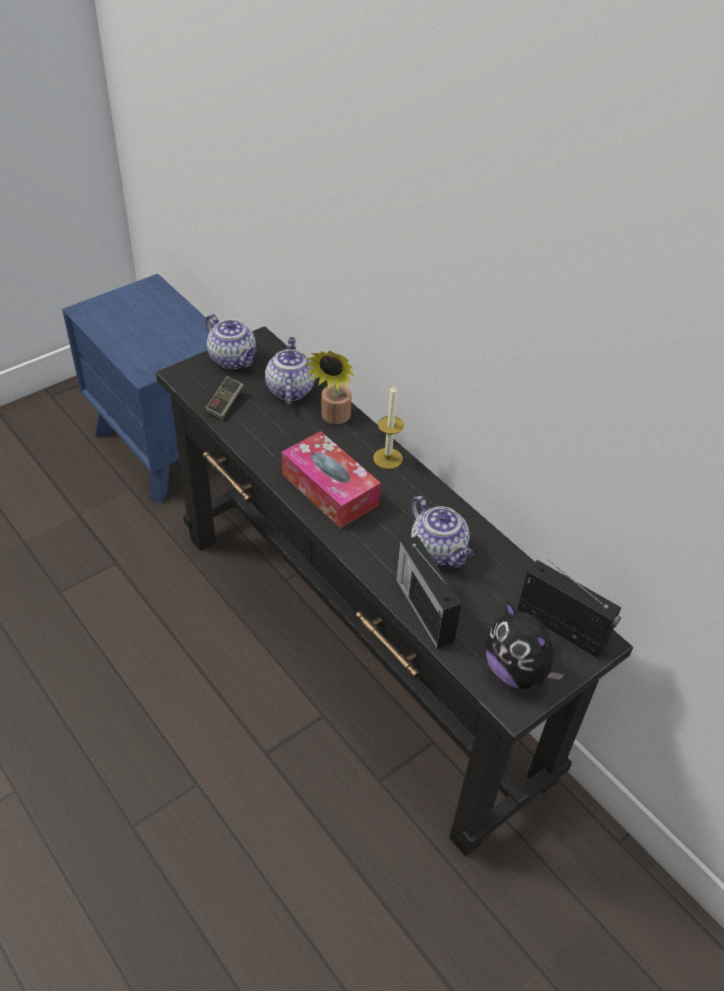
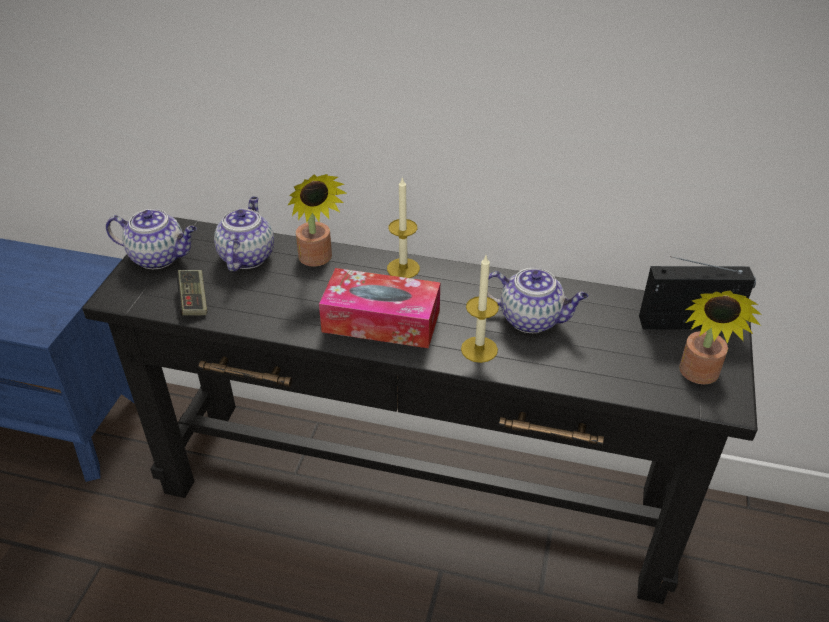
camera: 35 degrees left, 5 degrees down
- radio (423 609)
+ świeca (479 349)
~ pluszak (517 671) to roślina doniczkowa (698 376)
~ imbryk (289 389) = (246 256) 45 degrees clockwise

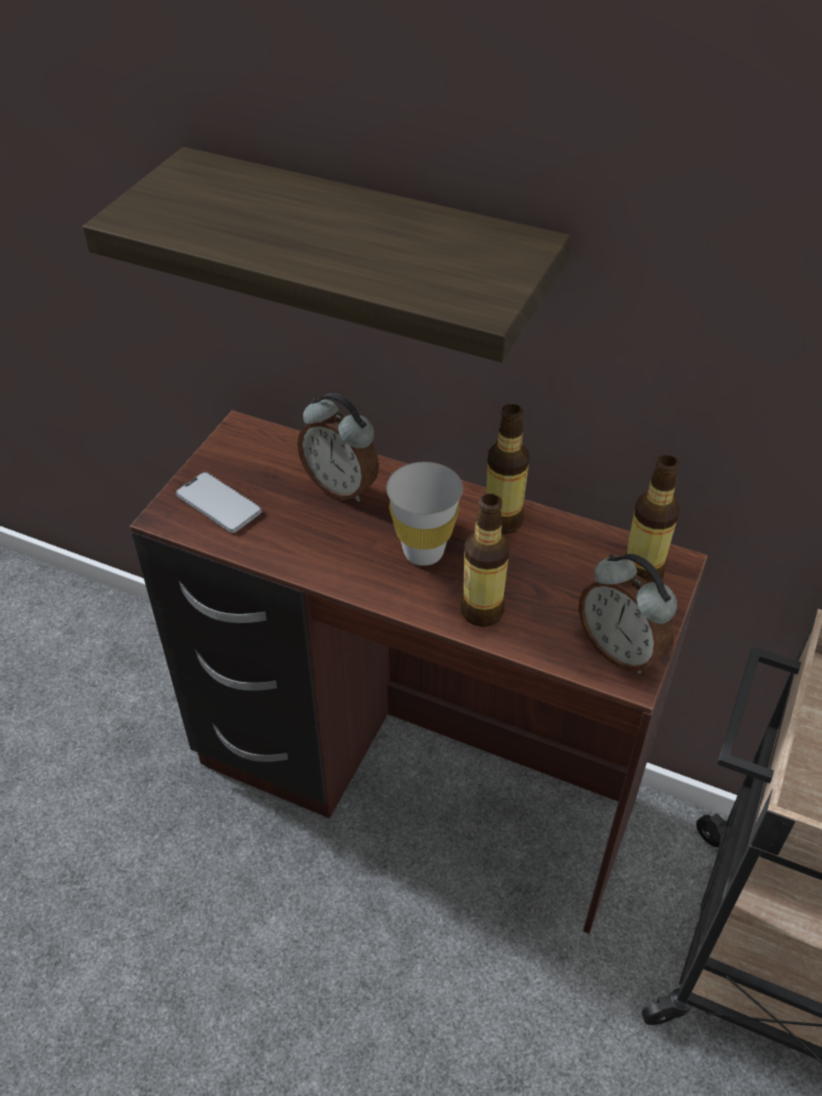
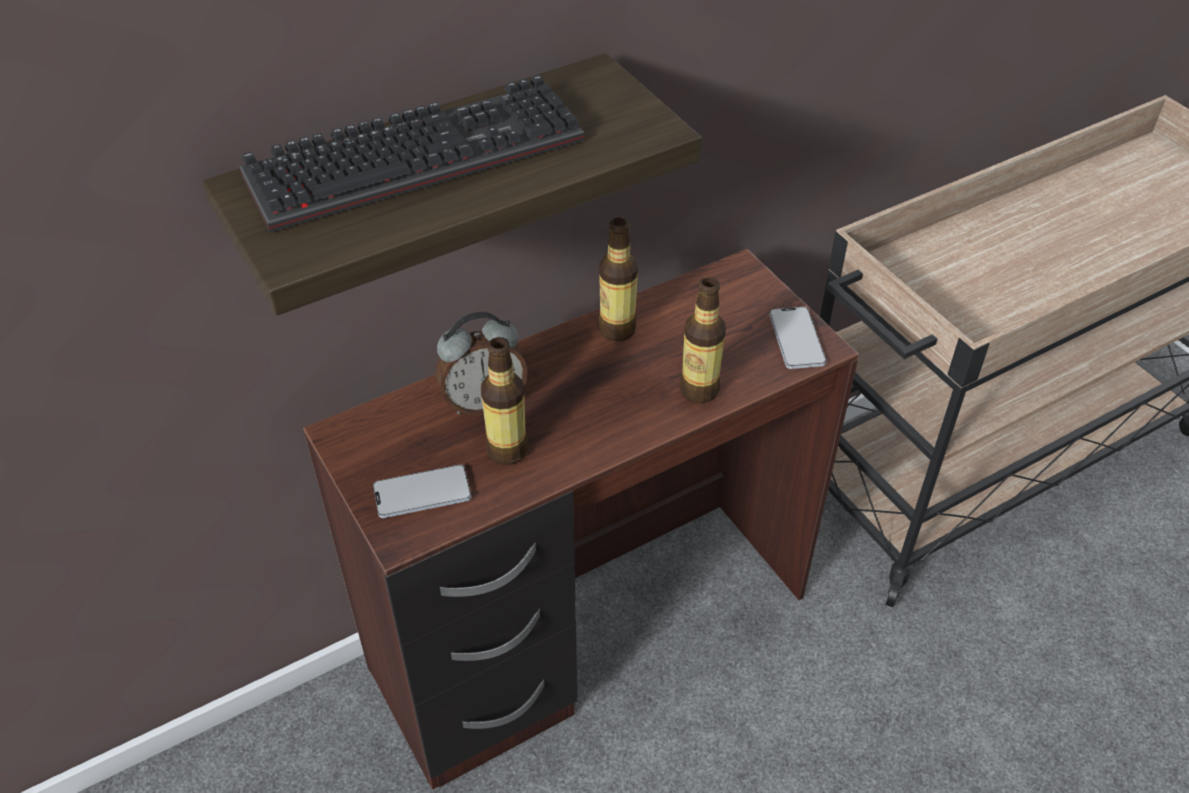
camera: 55 degrees left, 0 degrees up
- filiżanka (biały) (423 552)
+ klawiatura (419 154)
~ butelka (642 573) to (507 450)
~ budzik (620 650) to telefon (796 339)

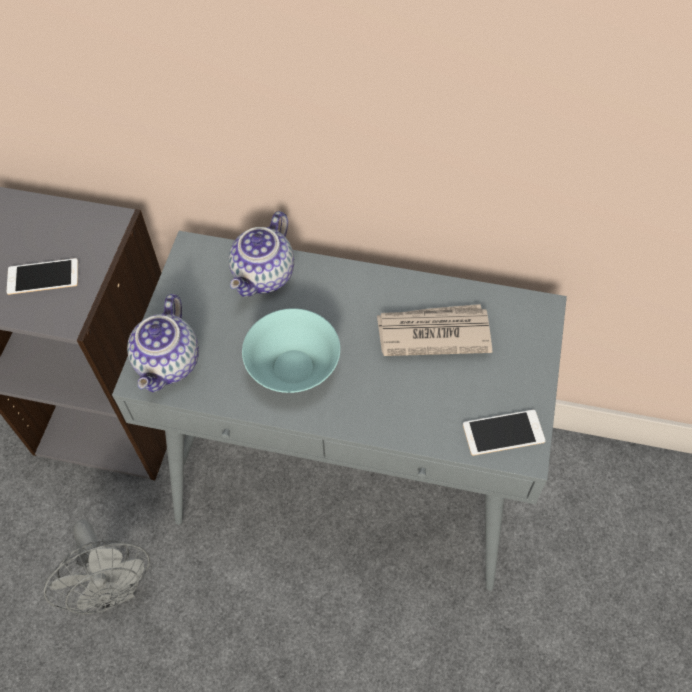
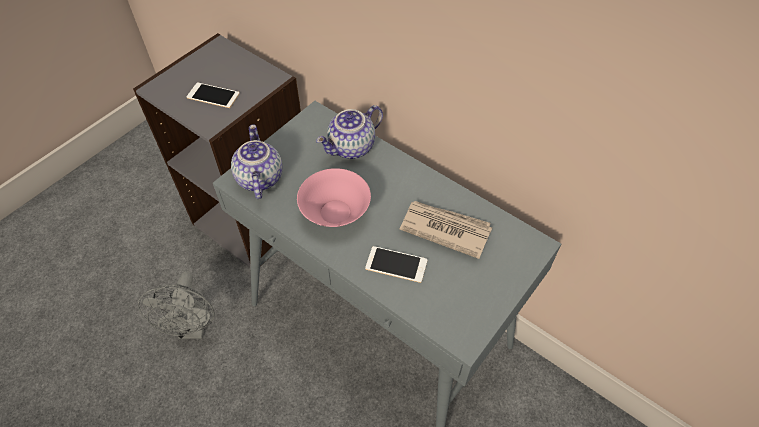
camera: 25 degrees right, 5 degrees down
~ telefon (503 433) to (396 264)
~ miska (turkusowy) (293 366) to miska (różowy) (335 212)
~ imbryk (170 364) = (258 178) 135 degrees clockwise

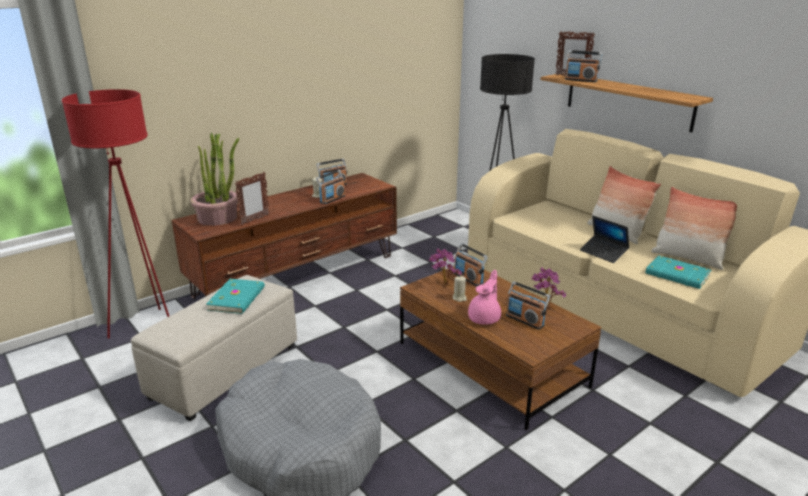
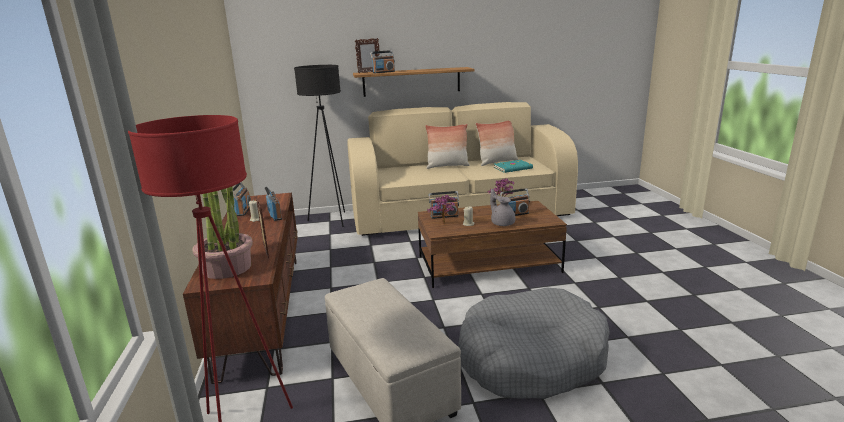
camera: 60 degrees left, 5 degrees down
- książka (turkusowy) (238 298)
- laptop (603 253)
~ imbryk (różowy) (485 318) to imbryk (szary) (502 223)

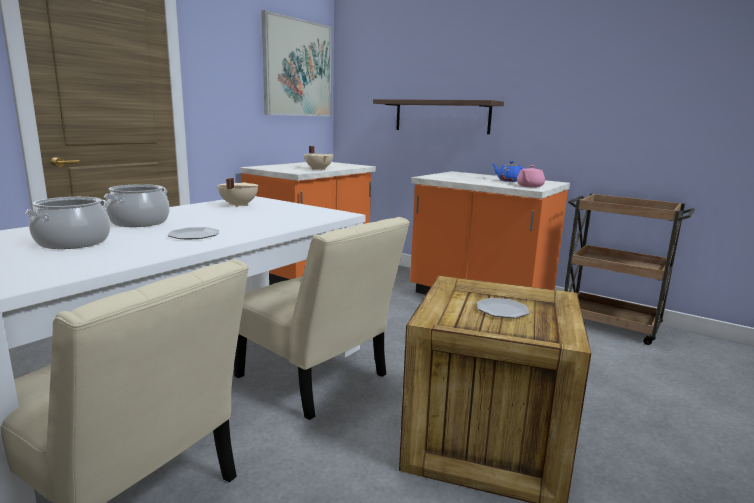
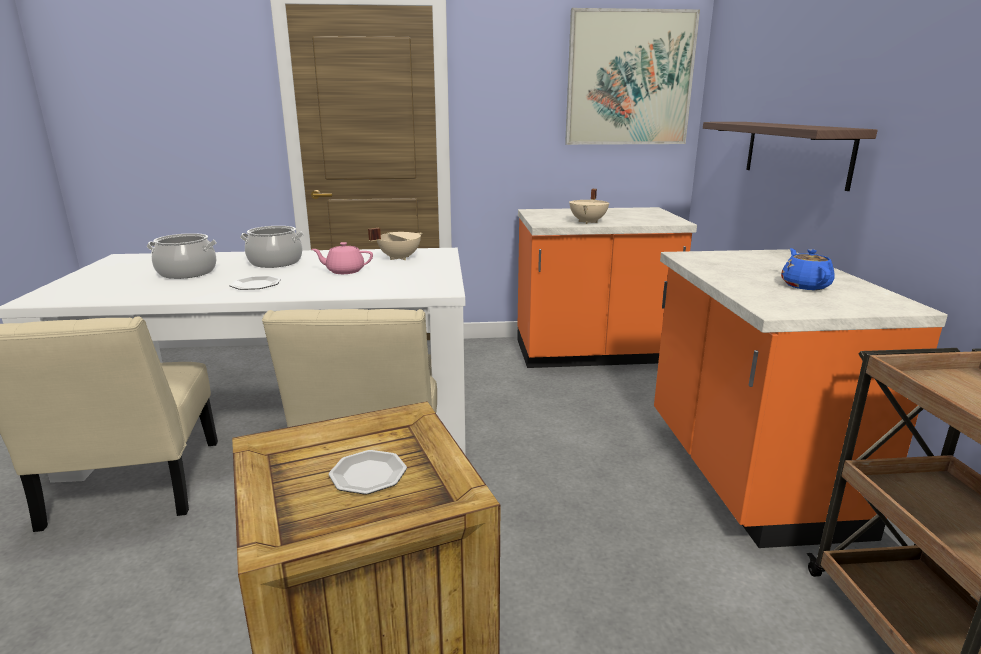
camera: 50 degrees right, 5 degrees up
~ imbryk (różowy) (529 186) to (344 271)

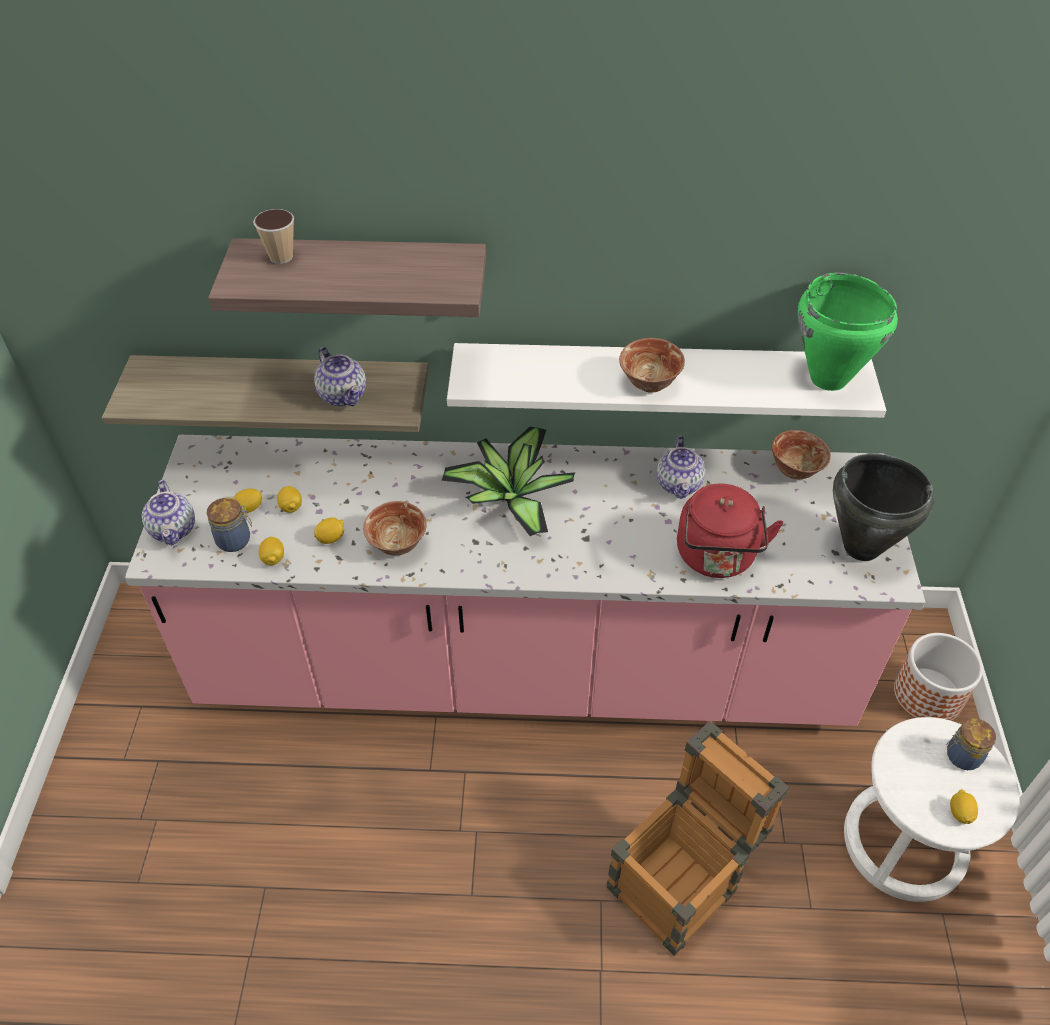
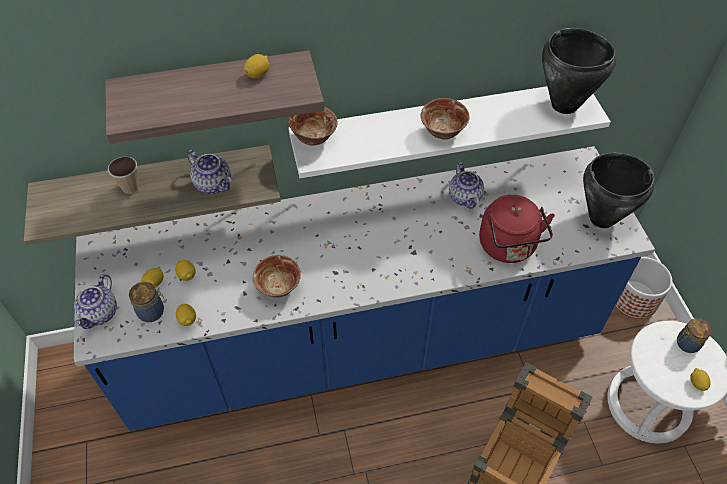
camera: 15 degrees left, 5 degrees up
- roślina doniczkowa (510 497)
~ filiżanka (281 257) to (130 187)
~ cytryna (331 538) to (258 74)
~ miska (795 470) to (313 138)
~ zabudowa kuchenna (różowy) (525 667) to zabudowa kuchenna (niebieski) (363 343)
~ garnek (zielony) (828 379) to garnek (czarny) (564 105)
~ imbryk (174 529) = (100 313) 45 degrees clockwise

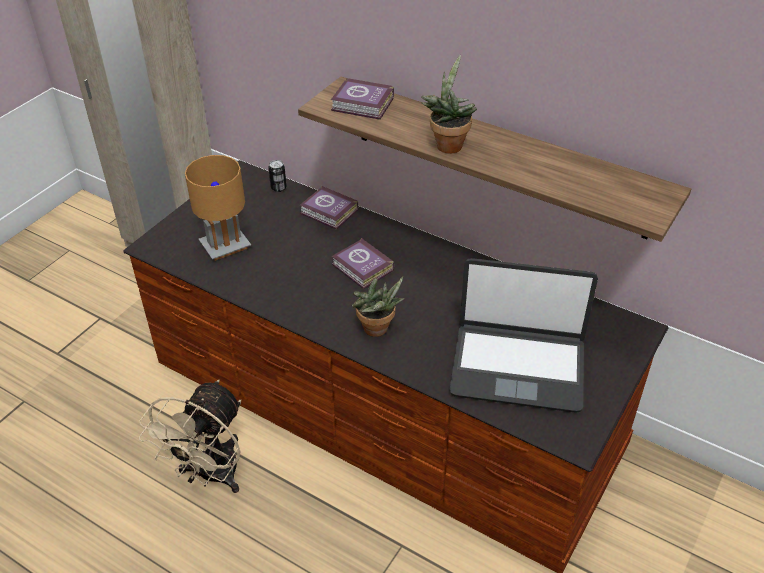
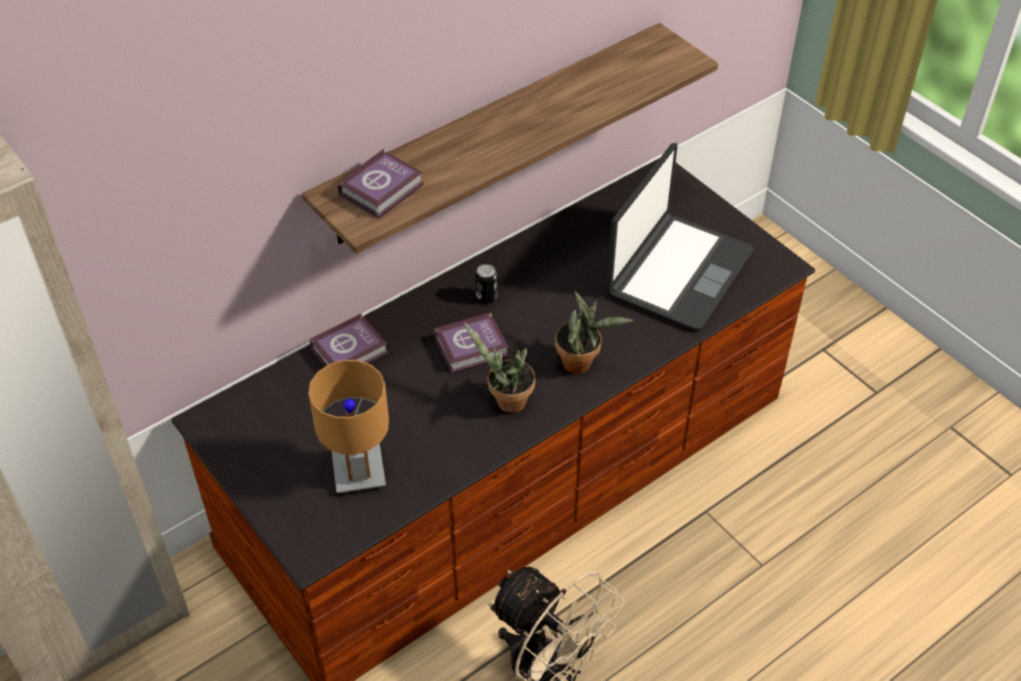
camera: 70 degrees left, 5 degrees up
~ puszka (278 187) to (486 297)
~ roślina doniczkowa (447 144) to (506 402)

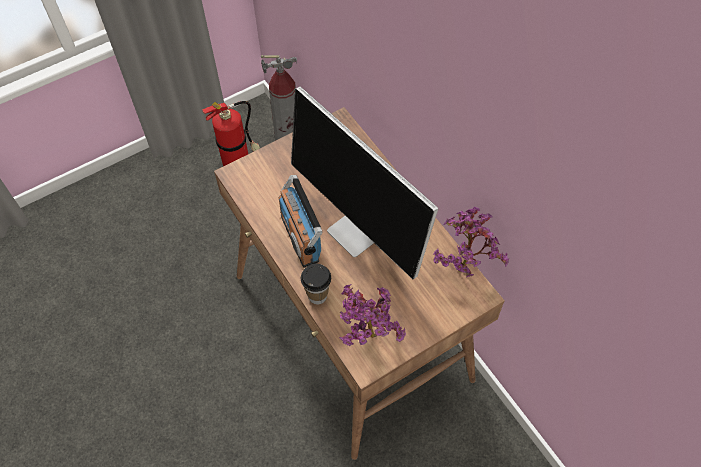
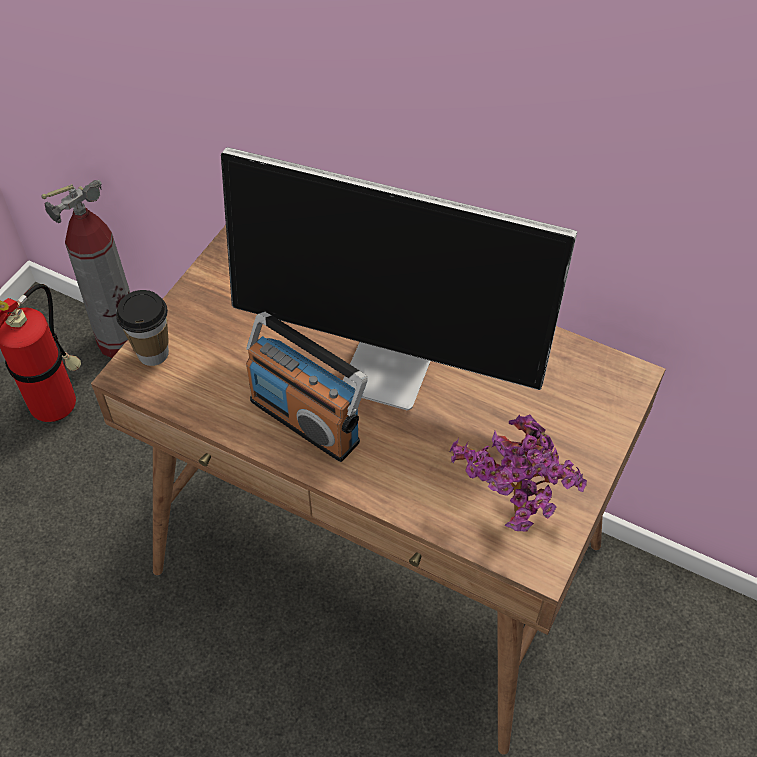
camera: 30 degrees left, 5 degrees down
- roślina doniczkowa (464 265)
~ filiżanka (317 296) to (153 353)

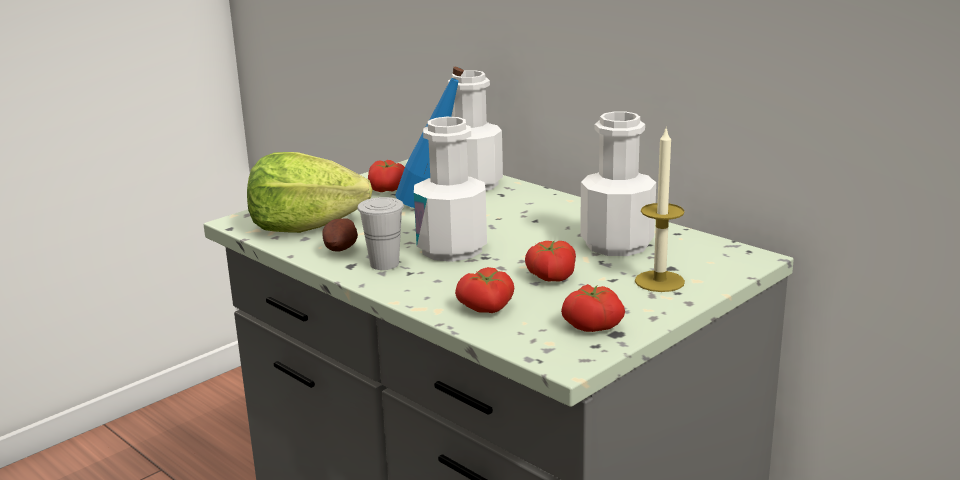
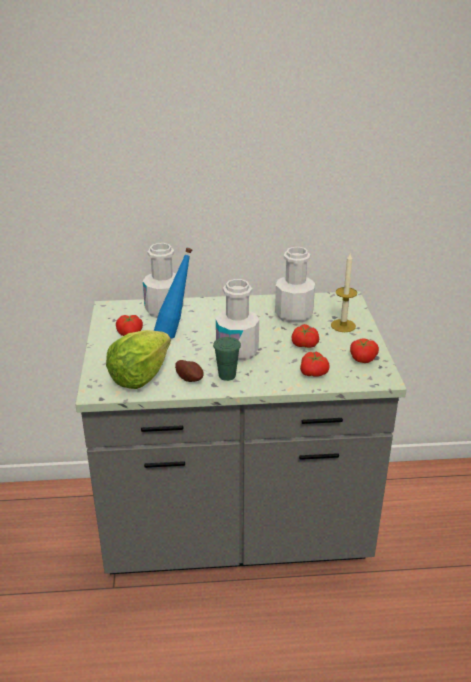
camera: 50 degrees left, 10 degrees up
~ filiżanka (biały) (384 264) to filiżanka (zielony) (227 375)

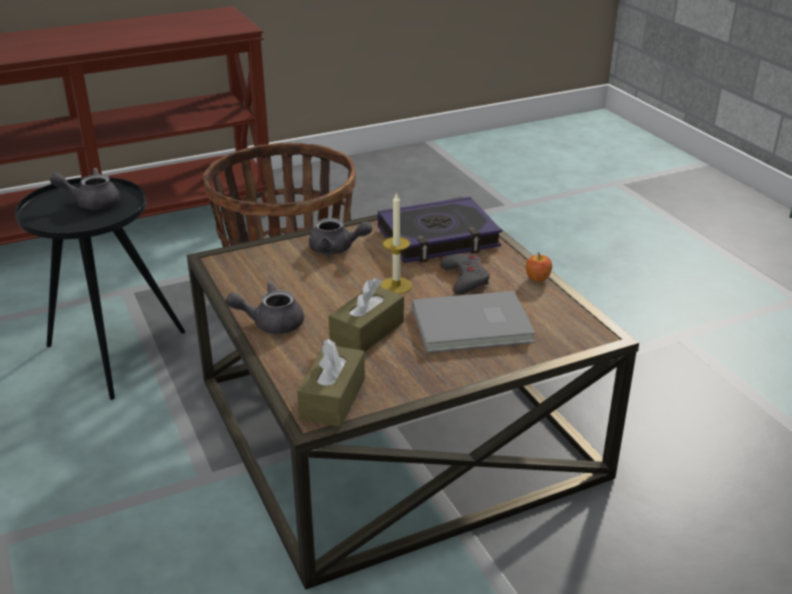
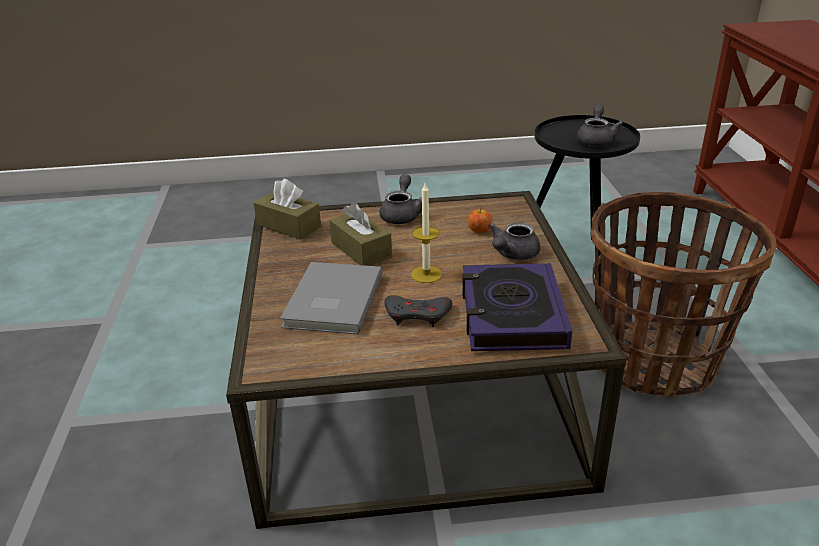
camera: 110 degrees right, 0 degrees up
~ jabłko (537 278) to (479 231)

